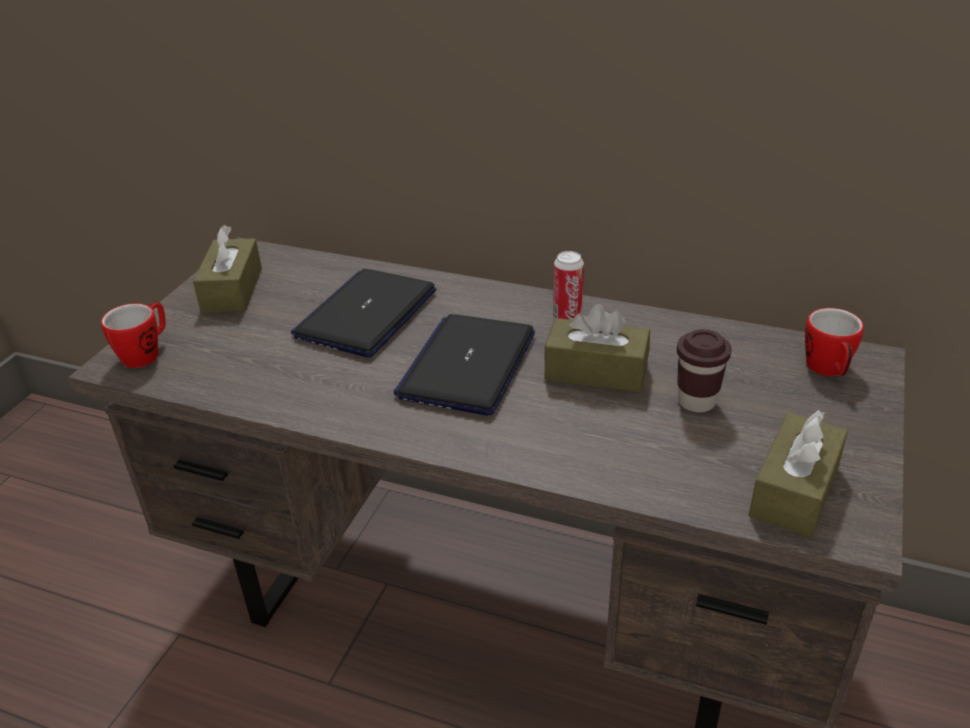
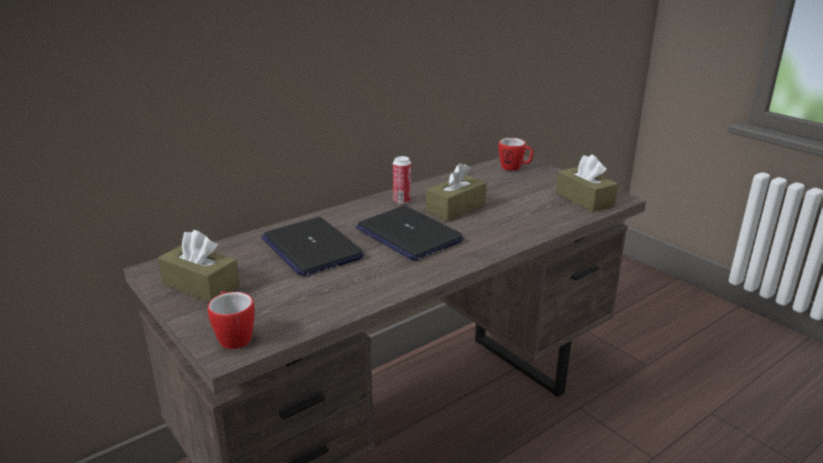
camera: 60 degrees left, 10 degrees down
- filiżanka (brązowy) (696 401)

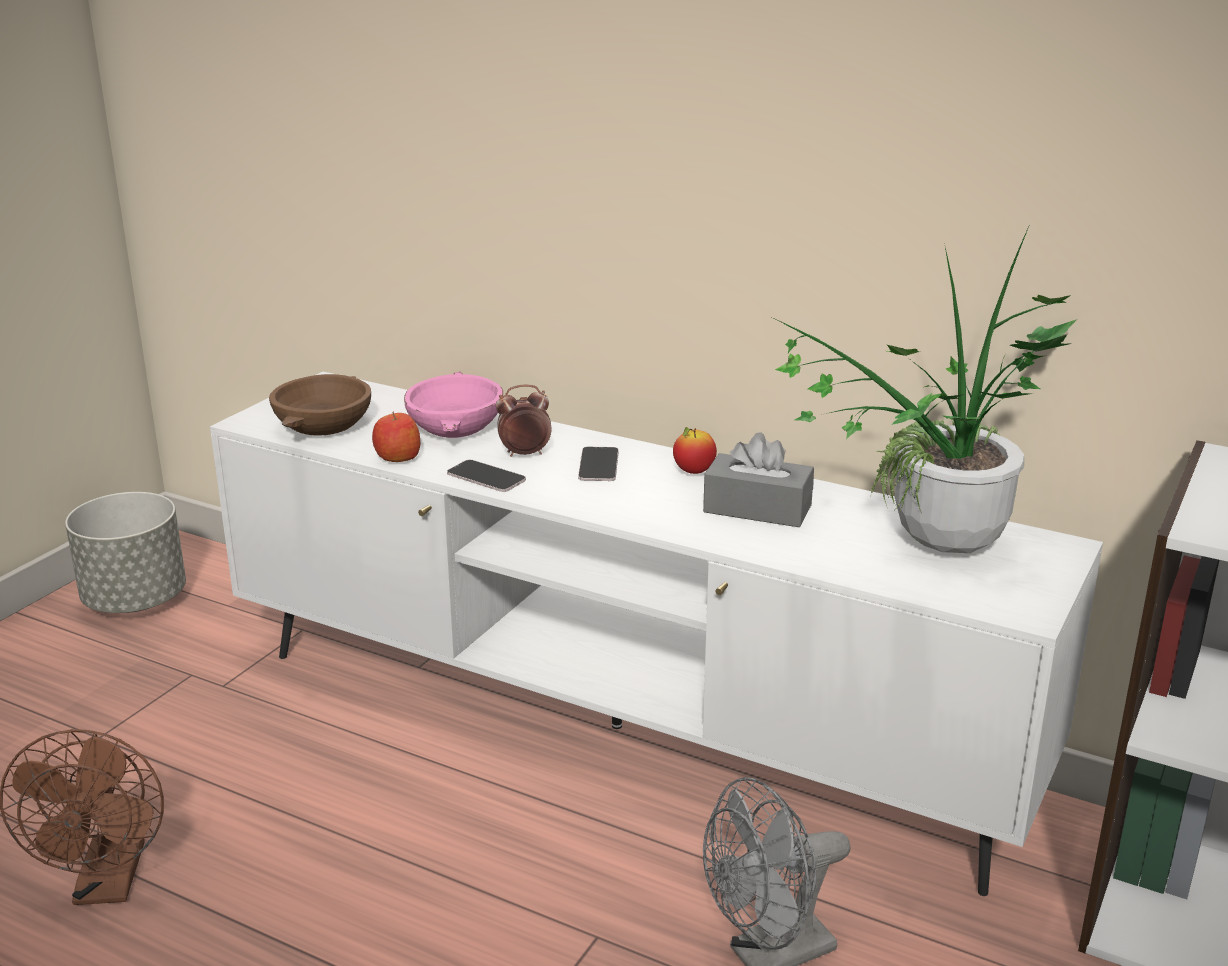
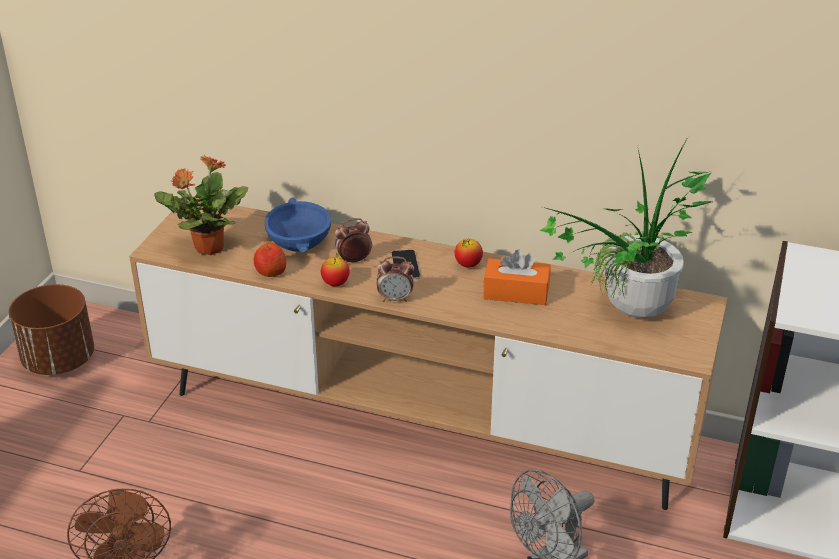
camera: 10 degrees left, 10 degrees up
+ budzik (395 299)
~ miska (brązowy) (322 425) to roślina doniczkowa (208 248)
~ telefon (486 477) to jabłko (335 283)
~ donica (szary) (135 601) to donica (brązowy) (59 360)
~ szafka pod telewizor (biały) (616 727) to szafka pod telewizor (brązowy) (420 421)
~ miska (różowy) (456 427) to miska (niebieski) (300 240)
~ pudełko chusteczek (szary) (757 509) to pudełko chusteczek (pomarańczowy) (516 292)

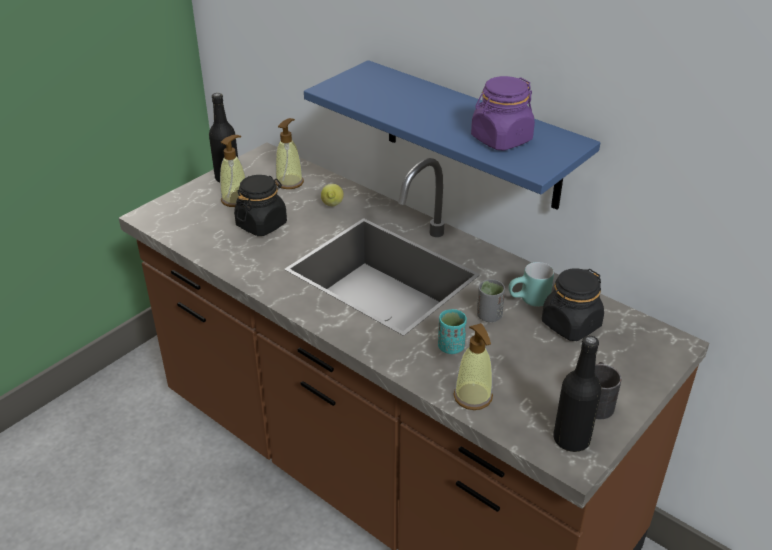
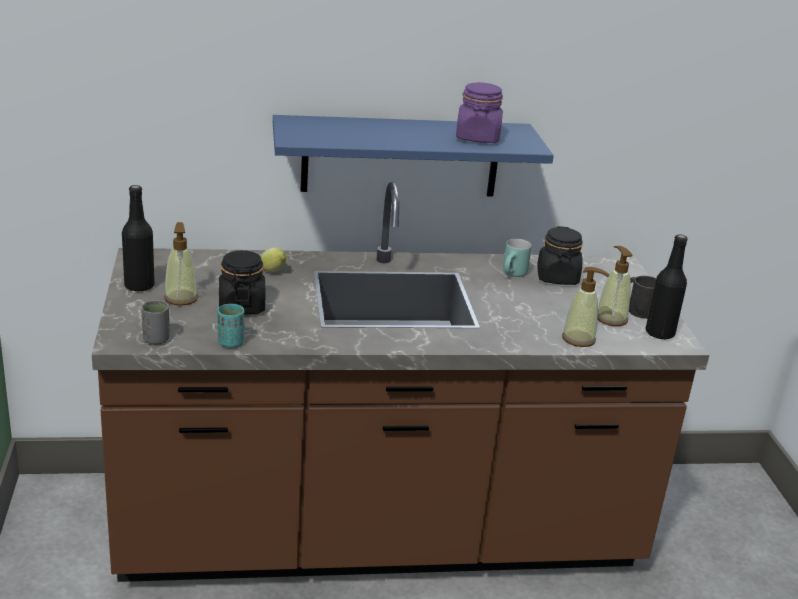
camera: 50 degrees left, 10 degrees down
~ dozownik mydła (289 182) to (611 319)
~ filiżanka (turkusowy) (451 347) to (230 342)
~ filiżanka (szary) (489 316) to (156 339)

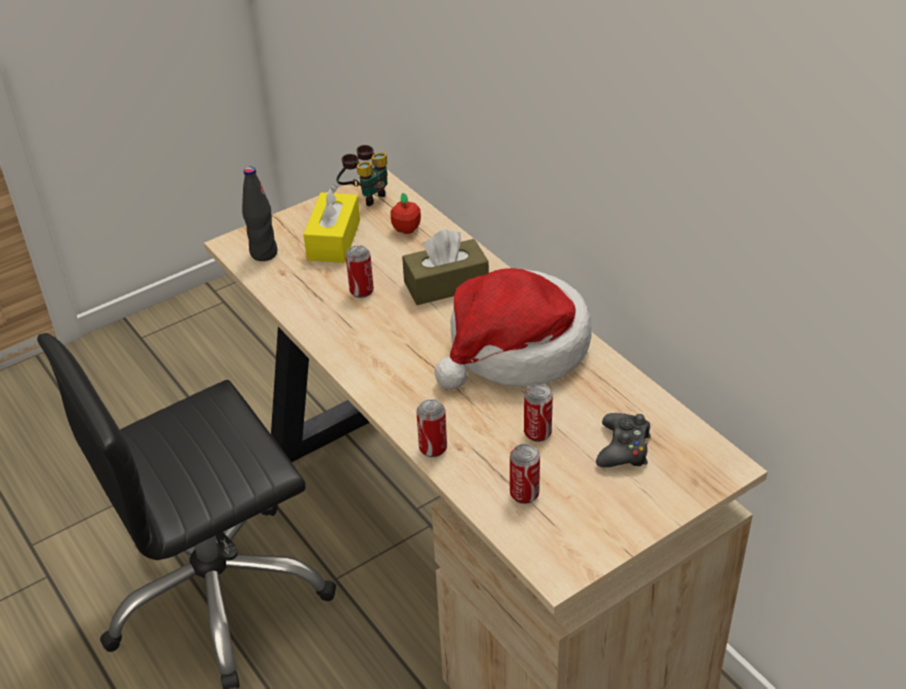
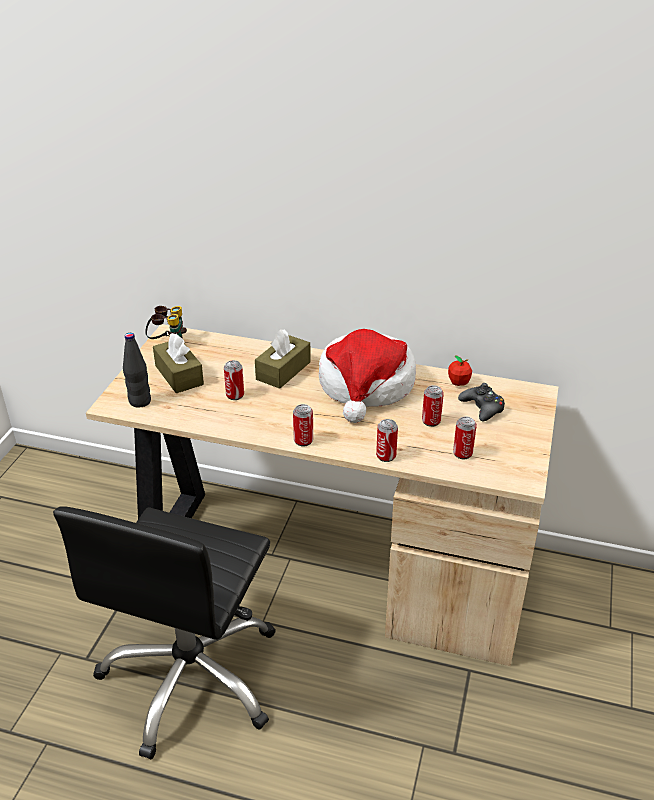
camera: 40 degrees left, 5 degrees down
+ puszka (303 441)
~ jabłko (406 229) to (458 382)
~ pudełko chusteczek (żółty) (334 240) to pudełko chusteczek (brązowy) (179 375)

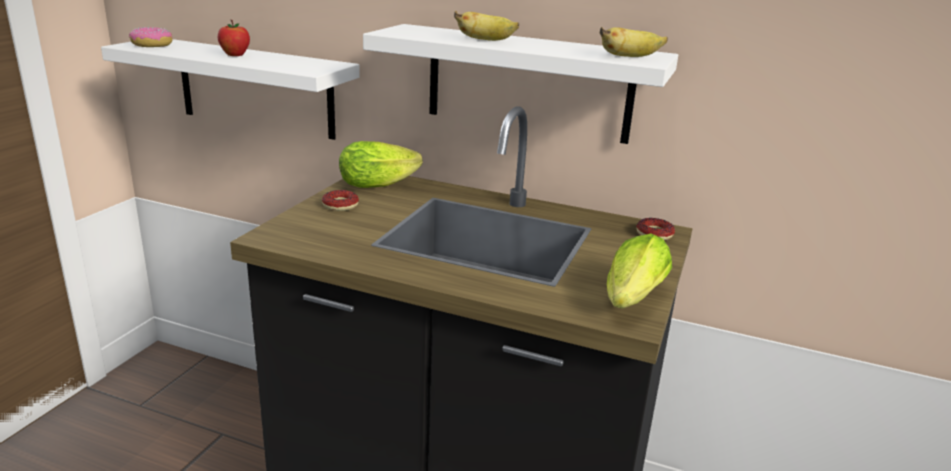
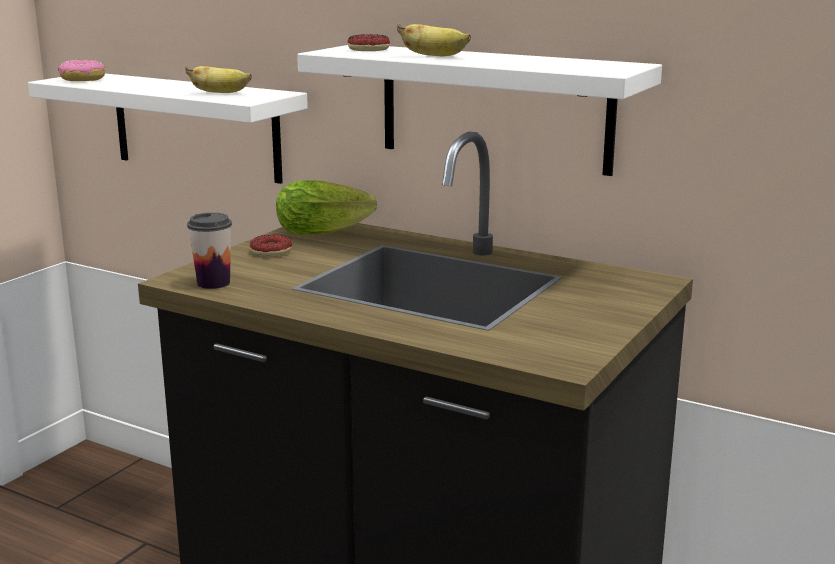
camera: 10 degrees right, 5 degrees down
- jabłko (235 55)
- sałata (630 300)
+ filiżanka (213 283)
~ banan (629 57) to (221 93)
~ donut (654 234) to (368 49)

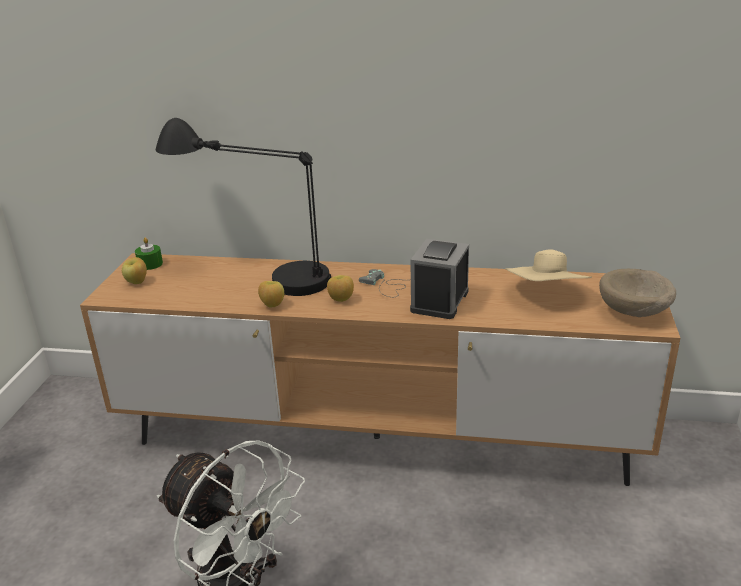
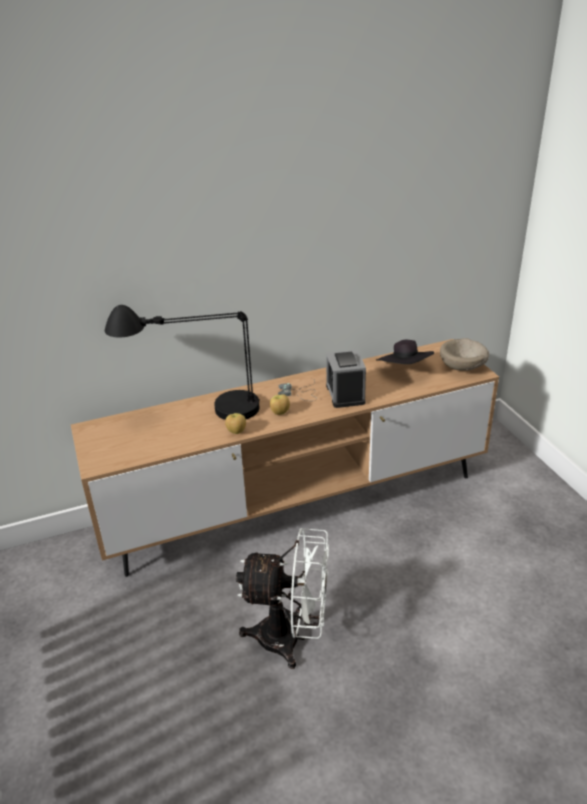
camera: 30 degrees left, 5 degrees up
- jabłko (137 282)
- świeca (zielony) (150 264)
~ kapelusz (beżowy) (547 295) to kapelusz (czarny) (405 370)

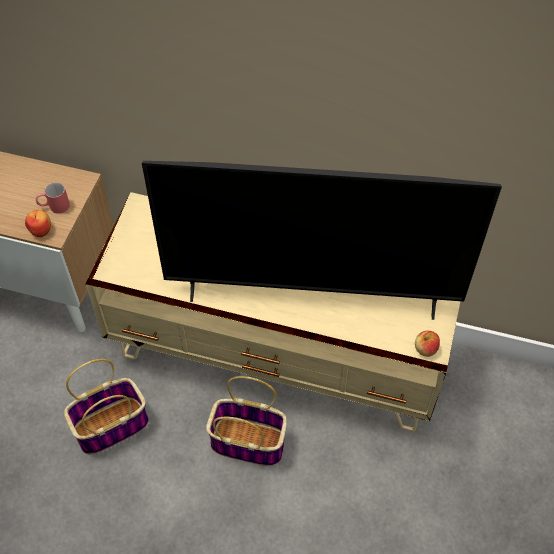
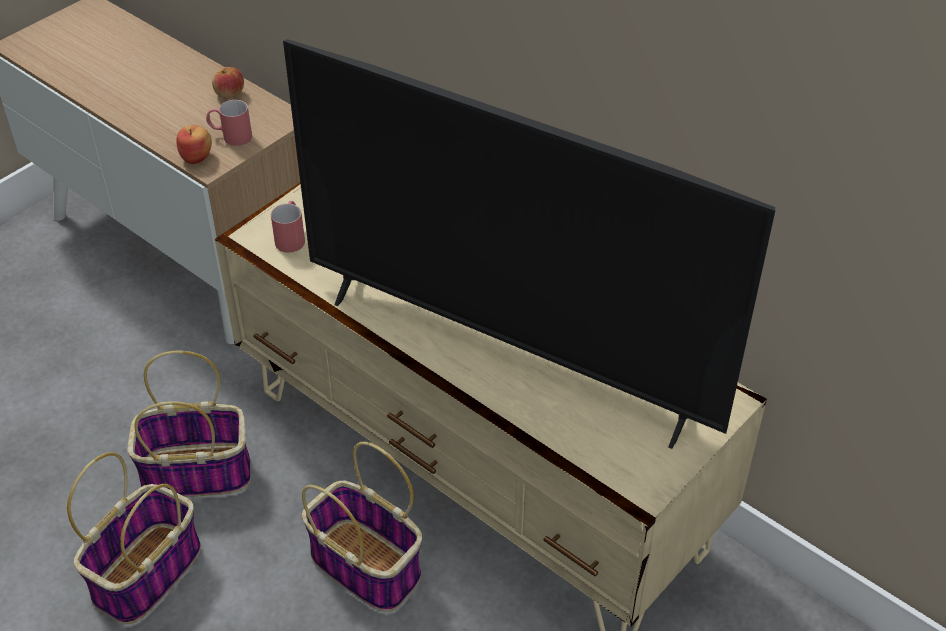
camera: 25 degrees right, 10 degrees down
+ koszyk (147 572)
+ kubek (czerwony) (291 237)
~ jabłko (425 349) to (229 93)

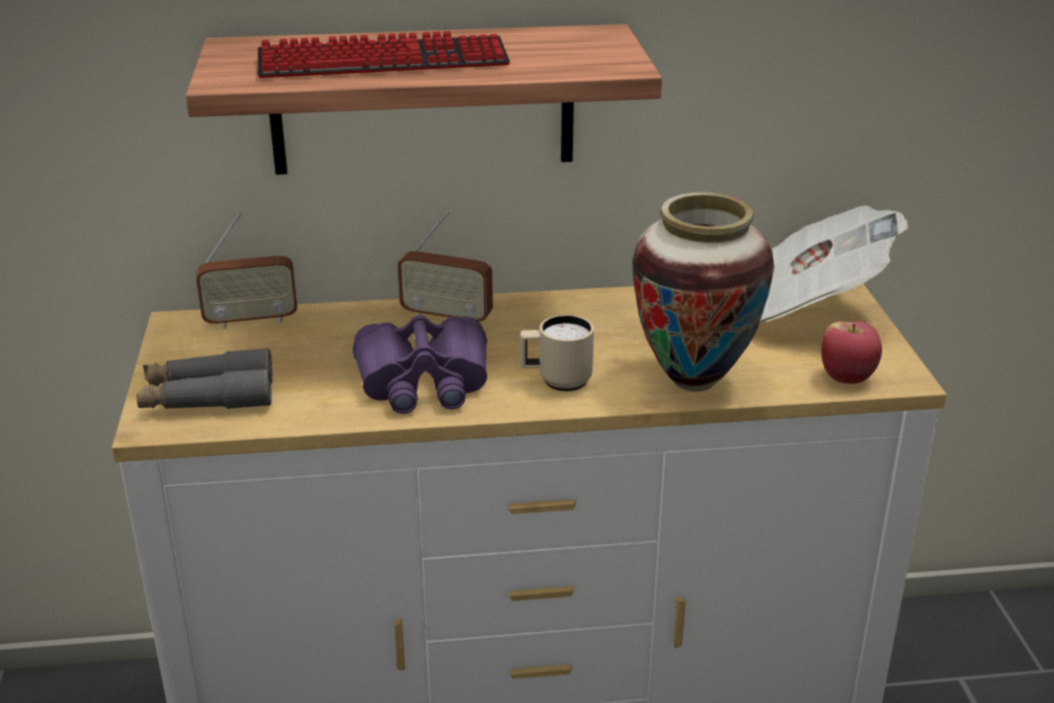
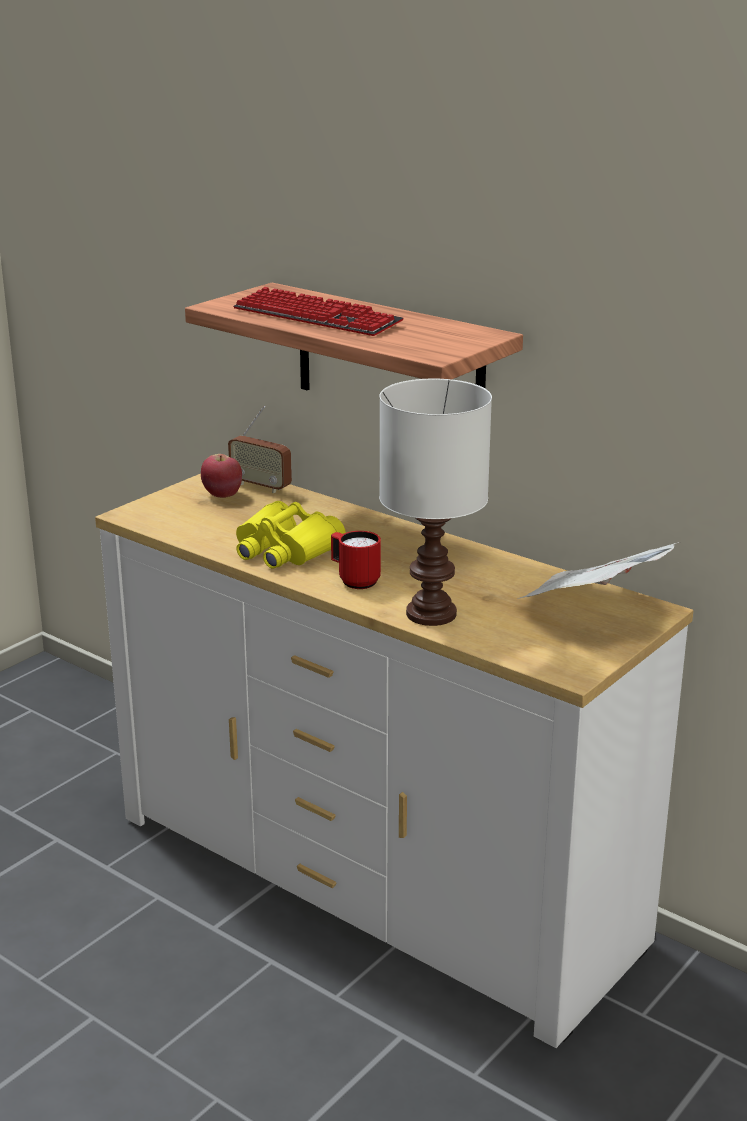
camera: 45 degrees right, 5 degrees down
- lornetka (szary) (208 397)
- radio (446 317)
~ jabłko (847 378) to (222 494)
~ wazon (693 381) to lampa stołowa (biały) (433 615)
~ lornetka (fioletowy) (423 382) to lornetka (żółty) (285 550)
~ kubek (beżowy) (556 381) to kubek (czerwony) (354 580)

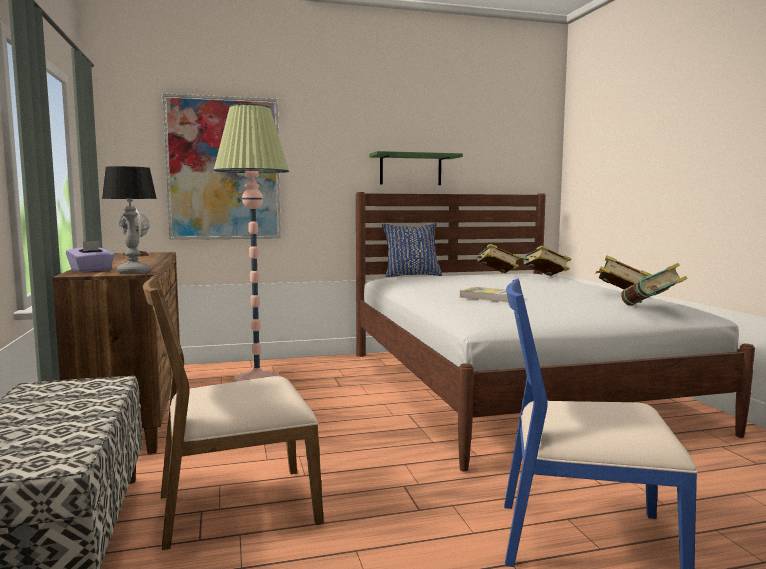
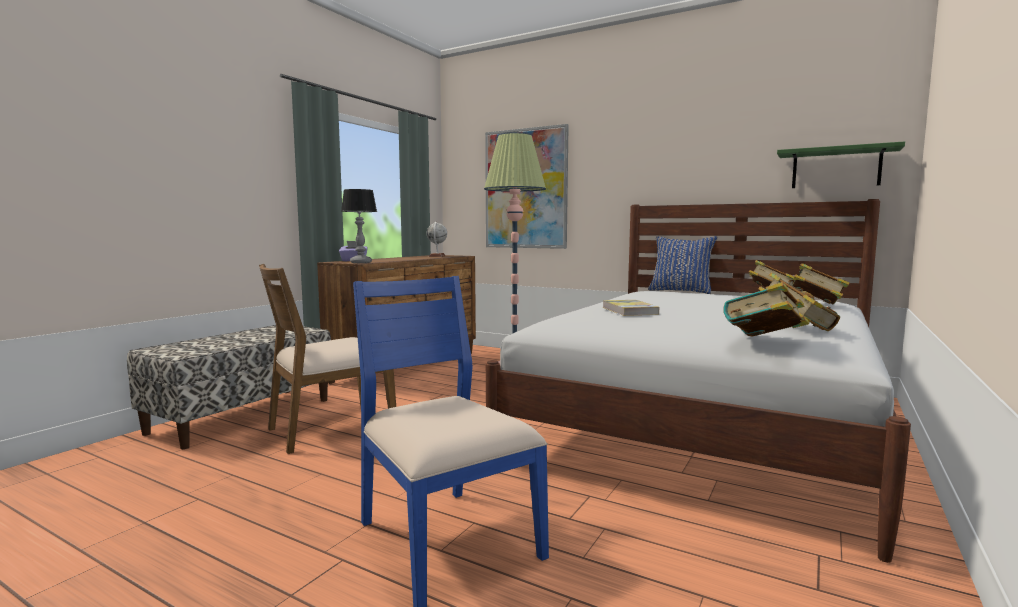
camera: 45 degrees right, 0 degrees up
~ półka (zielony) (410 169) to (836 168)
~ krzesło (brązowy) (236 507) = (330 429) 60 degrees counterclockwise

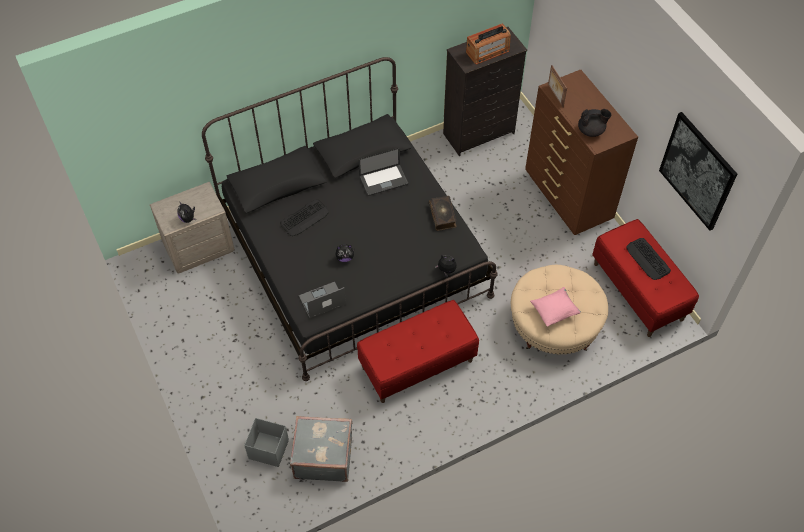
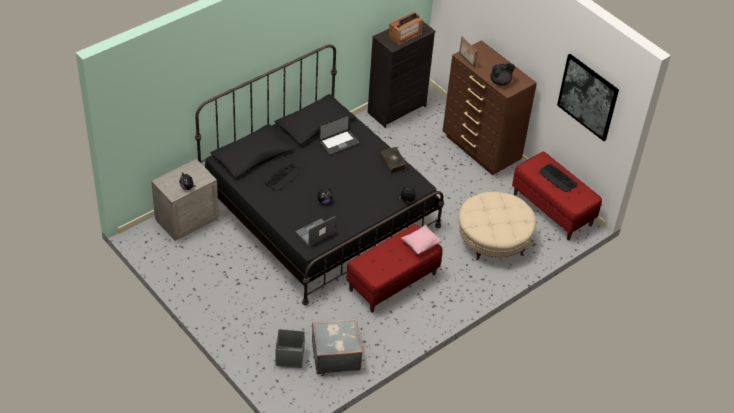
camera: 15 degrees left, 10 degrees down
~ poduszka (różowy) (554 312) to (421 244)

